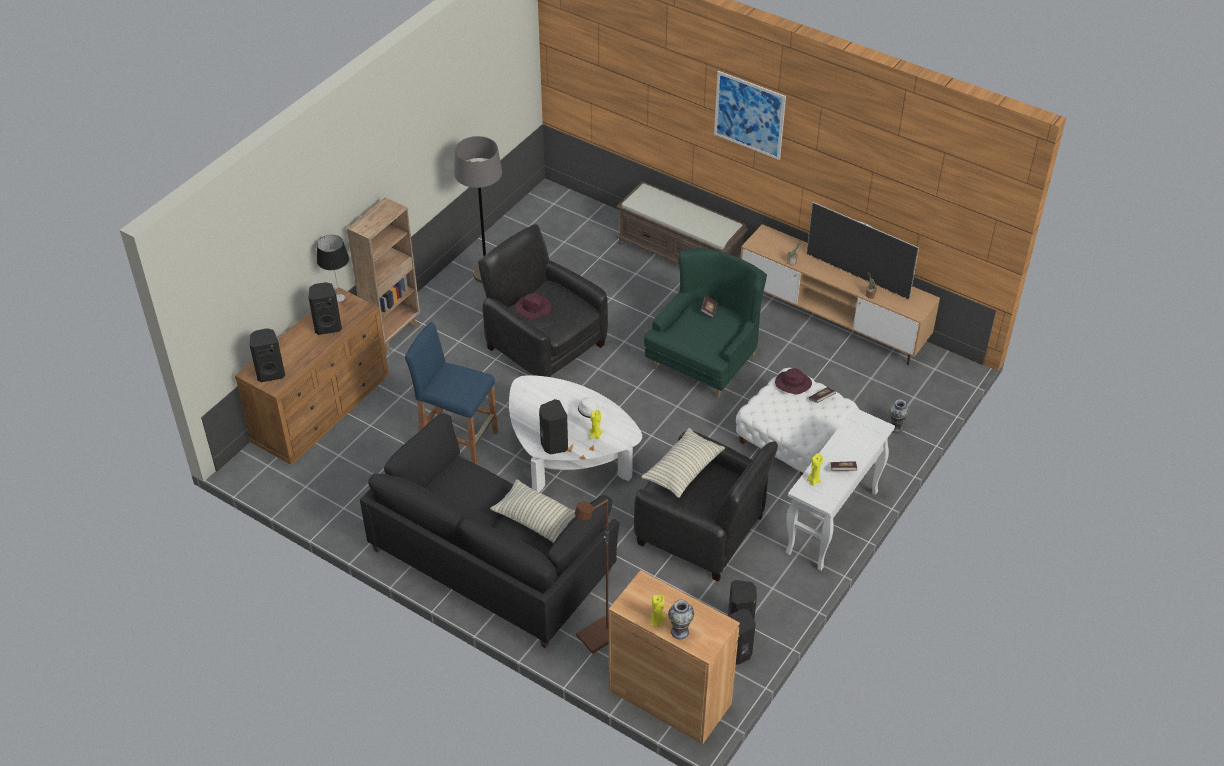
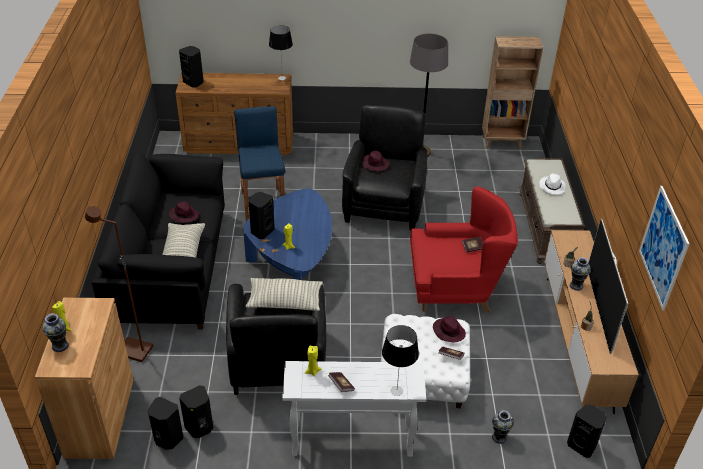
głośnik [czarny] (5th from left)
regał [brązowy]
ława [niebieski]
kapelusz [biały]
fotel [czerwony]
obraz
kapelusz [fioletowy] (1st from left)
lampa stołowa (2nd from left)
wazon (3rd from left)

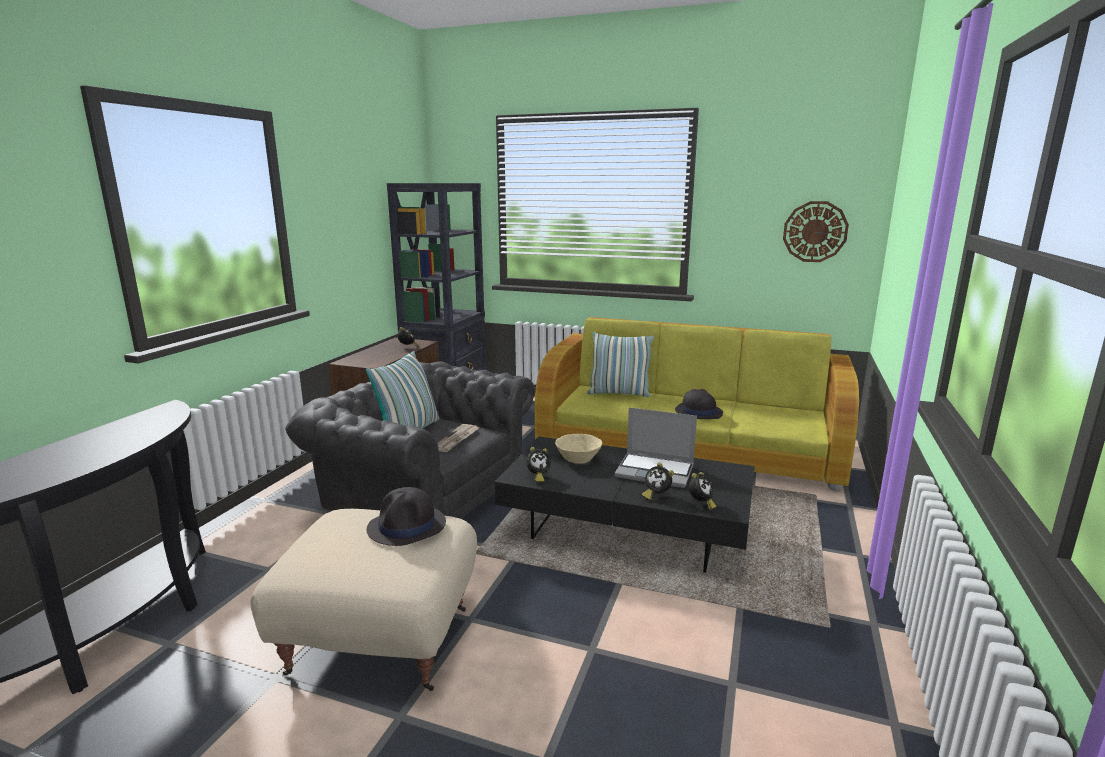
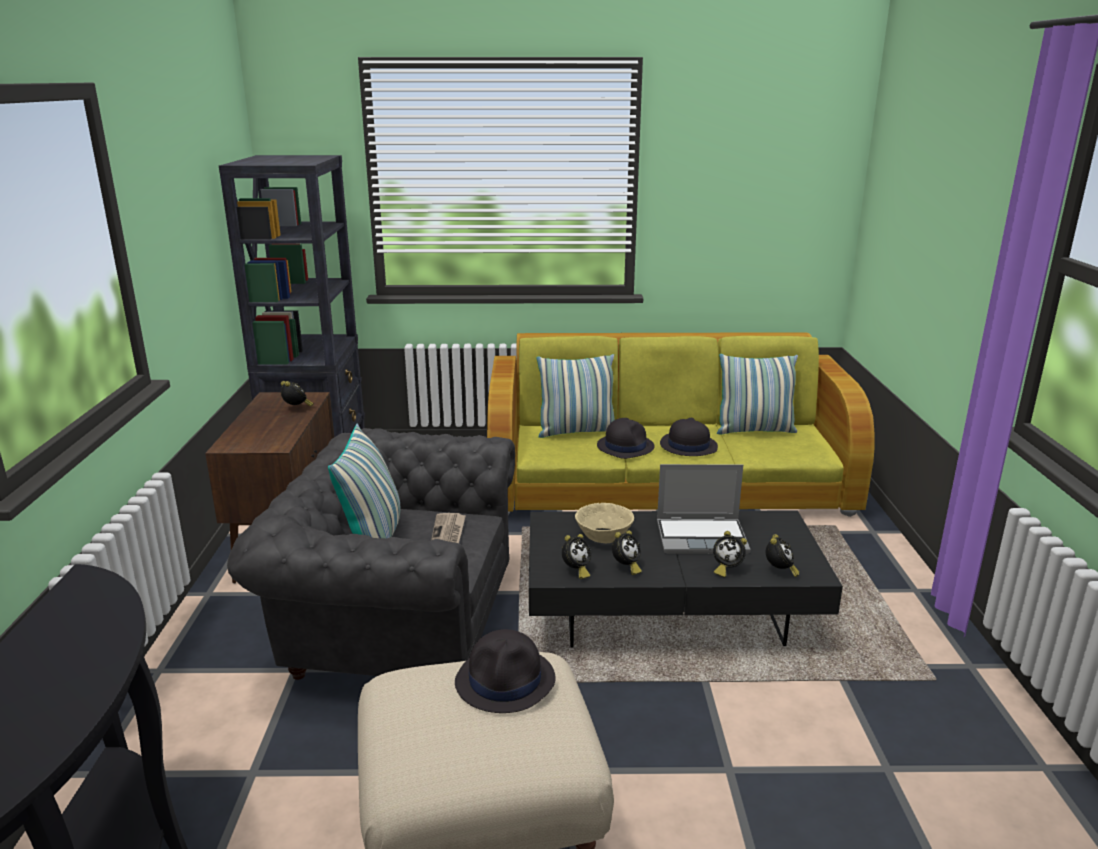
zegar ścienny
kapelusz [czarny] (2nd from left)
budzik (3rd from left)
poduszka (3rd from left)

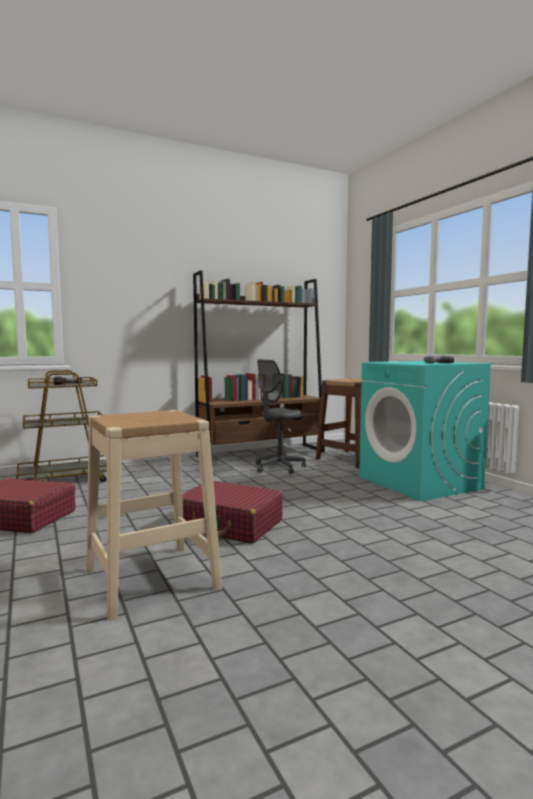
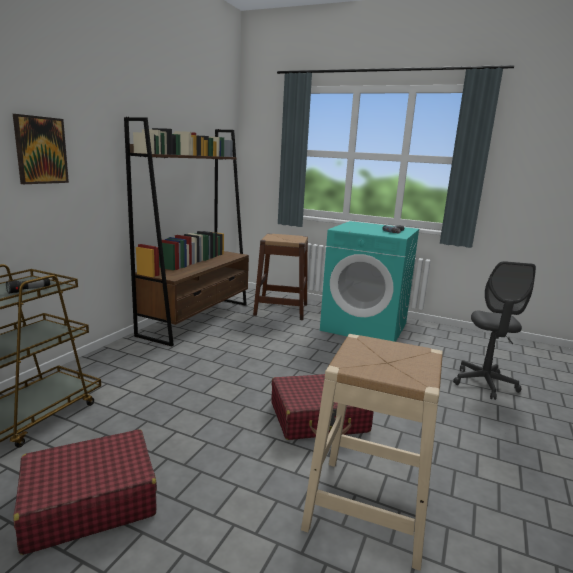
krzesło biurowe [szary]
obraz

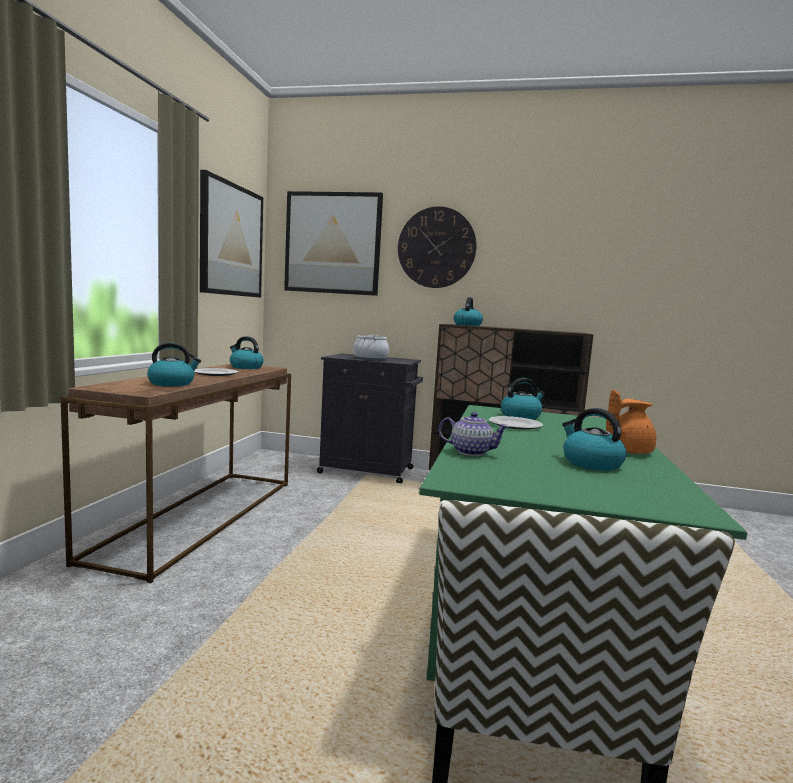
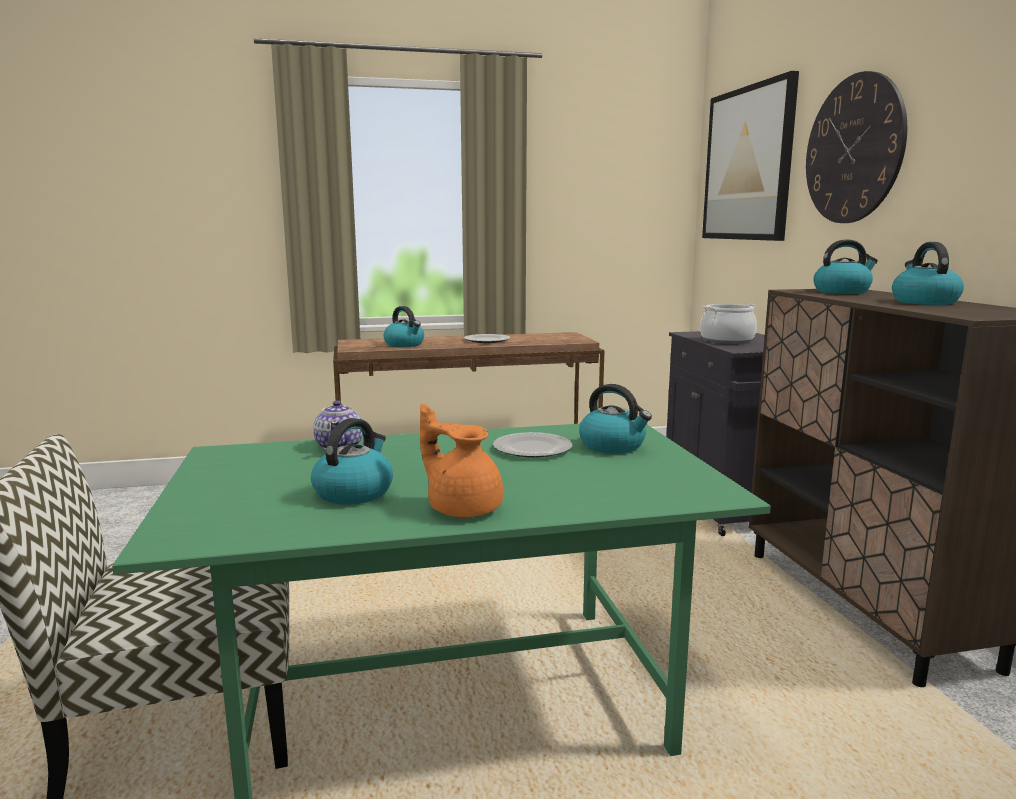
obraz (1st from left in the first image)
czajnik (5th from left)

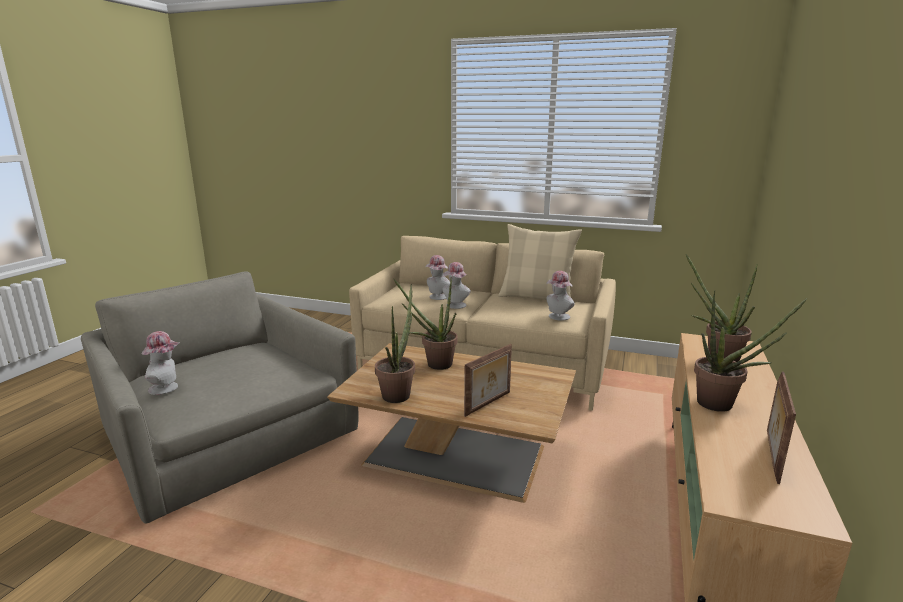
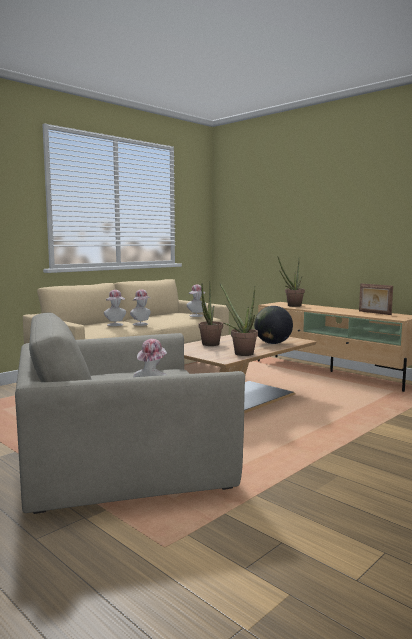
globus
poduszka [beżowy]
roślina doniczkowa (4th from left in the first image)

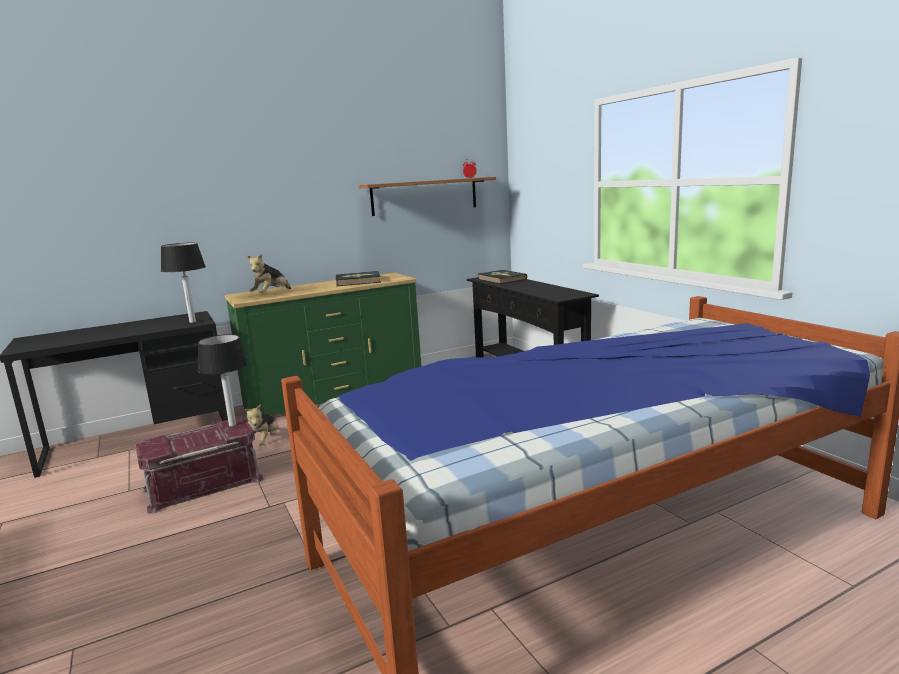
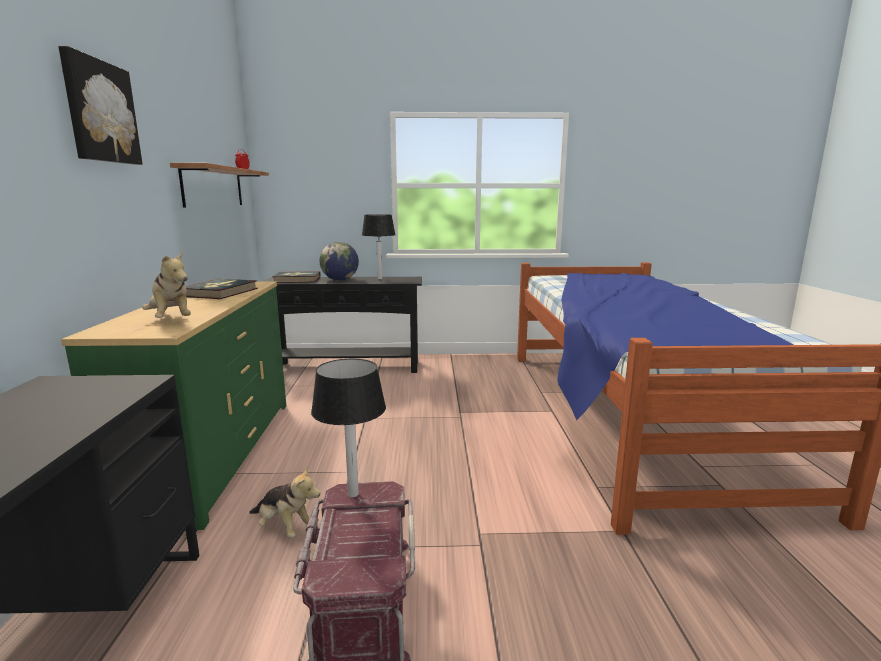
lampa stołowa (2nd from left)
obraz
globus

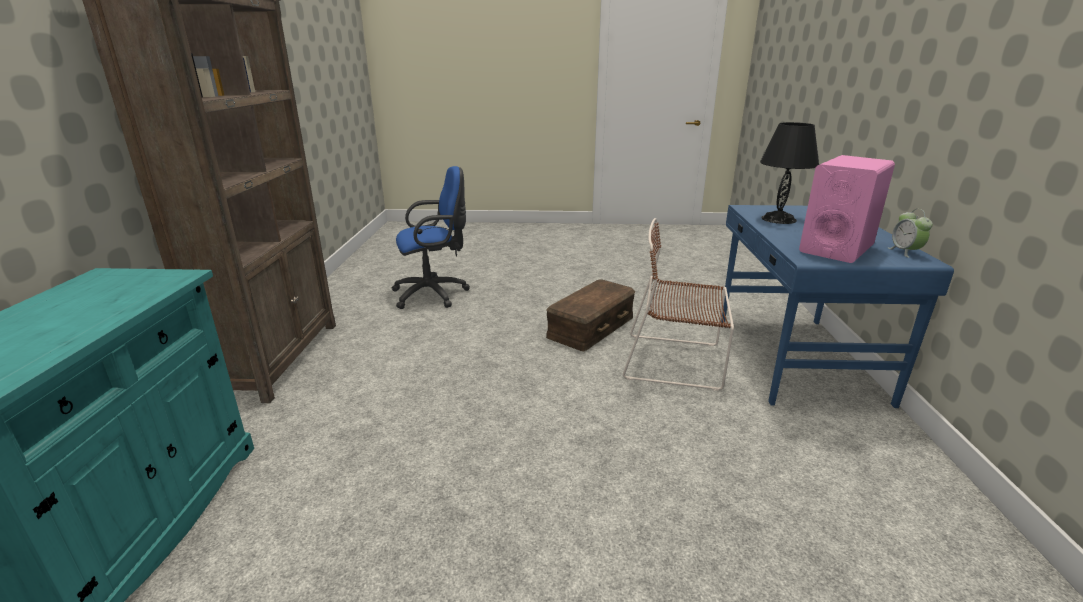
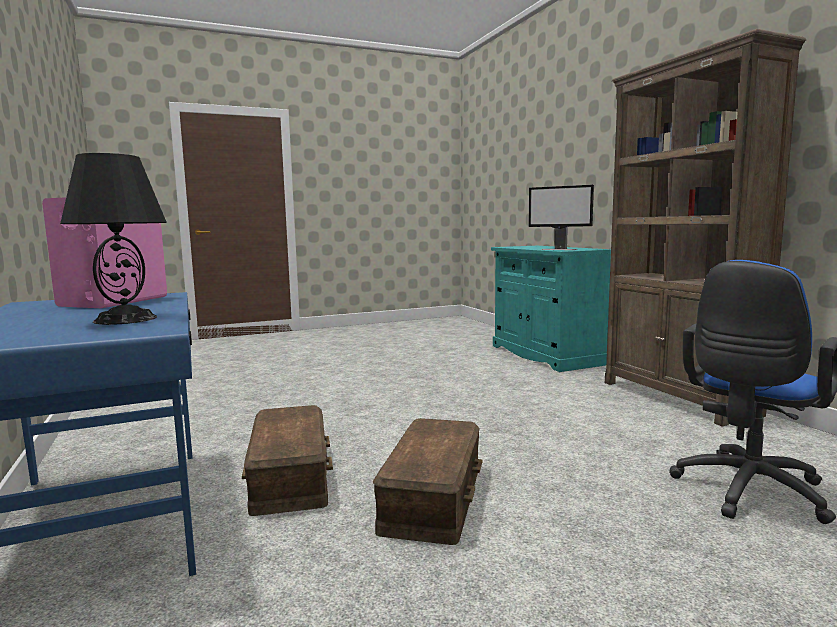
pojemnik do przechowywania [brązowy] (1st from left)
budzik
monitor

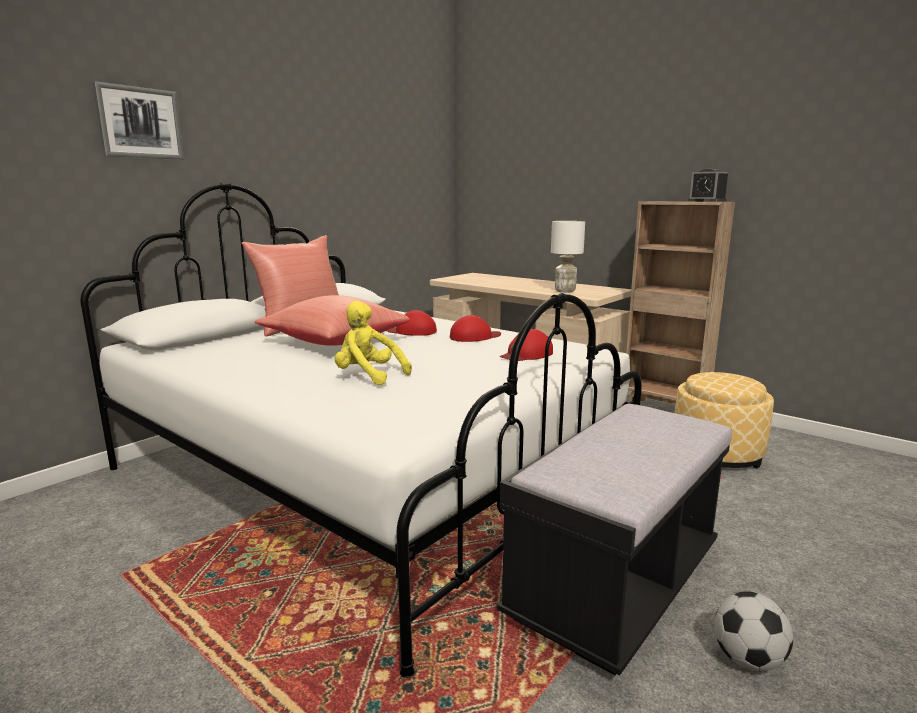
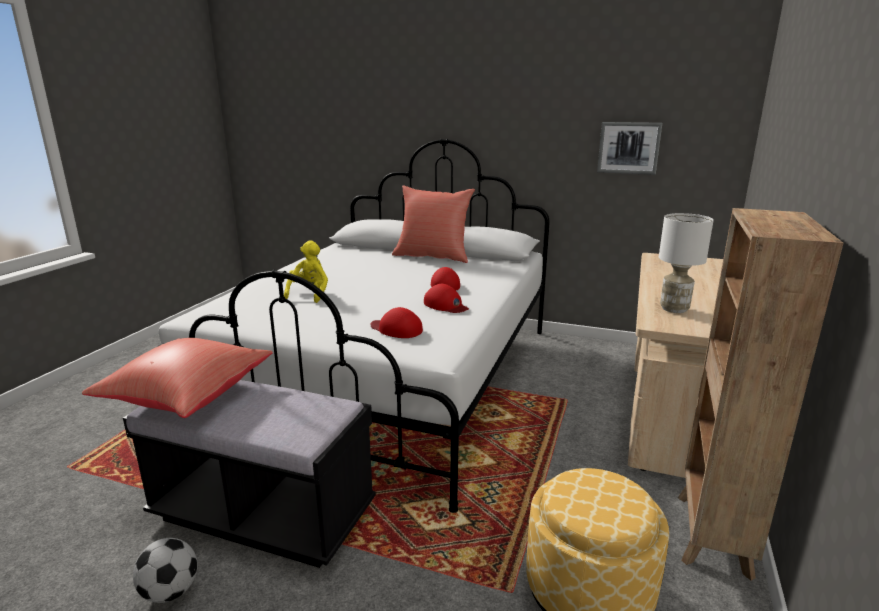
obraz
poduszka [czerwony] (1st from left)
budzik

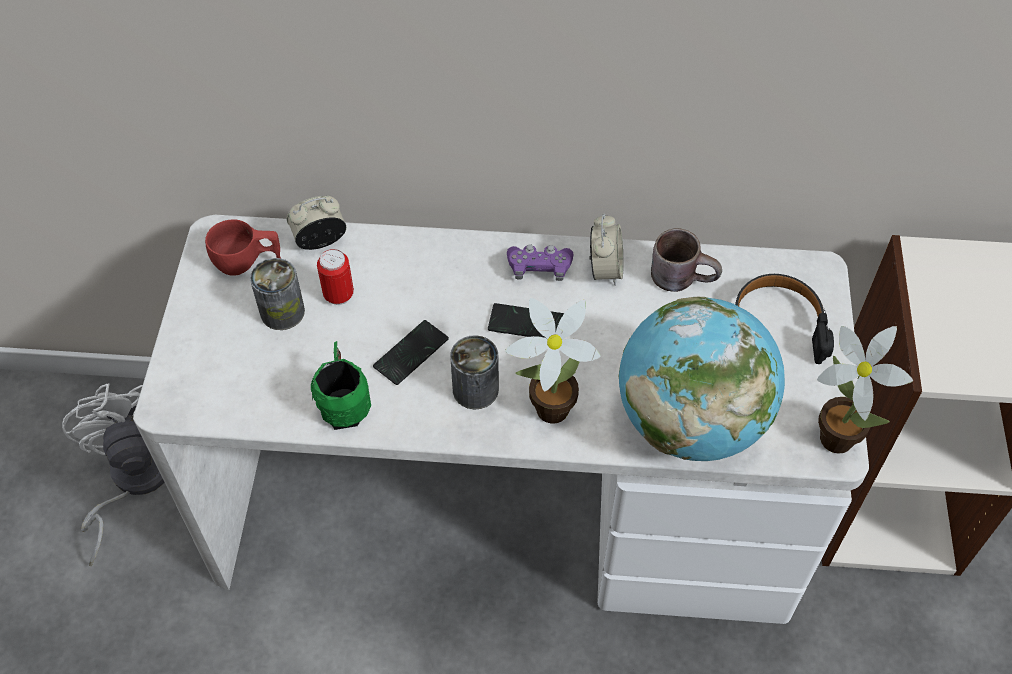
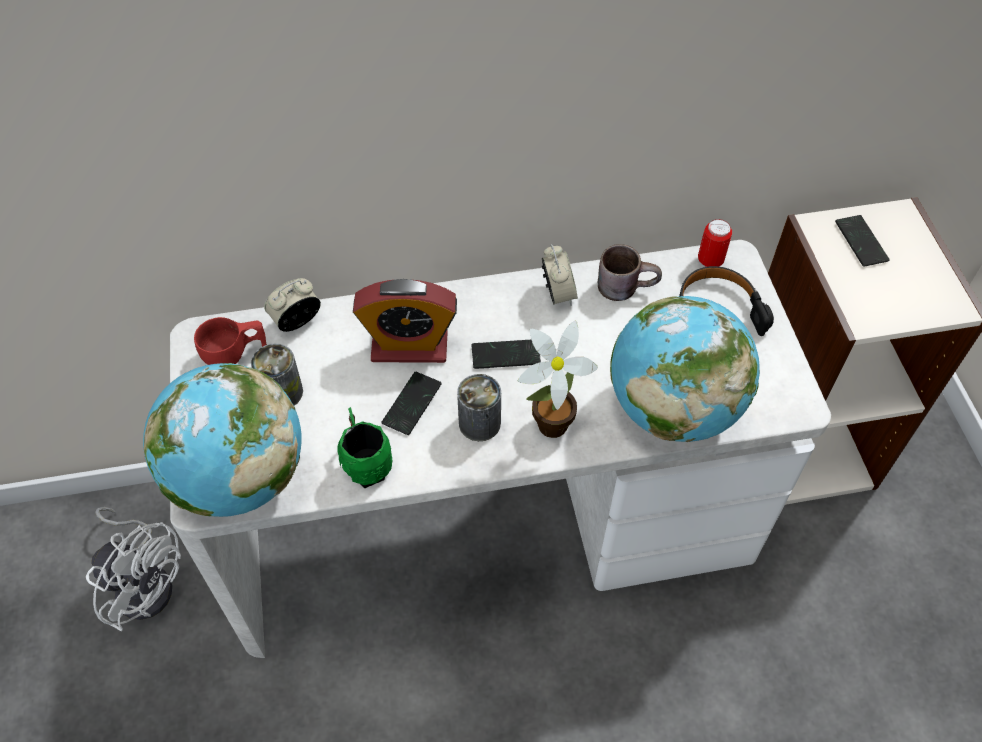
wentylator [biały]
puszka (3rd from left)
pad do gier [fioletowy]
roślina doniczkowa (2nd from left in the first image)
globus (1st from left)
budzik (2nd from left)
telefon (3rd from left)

